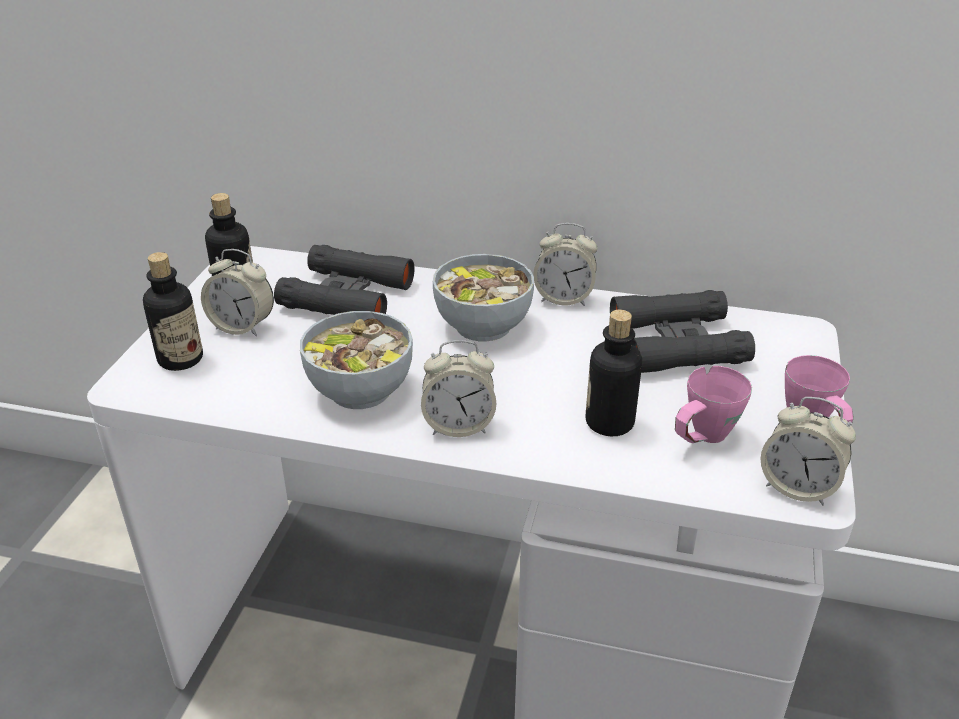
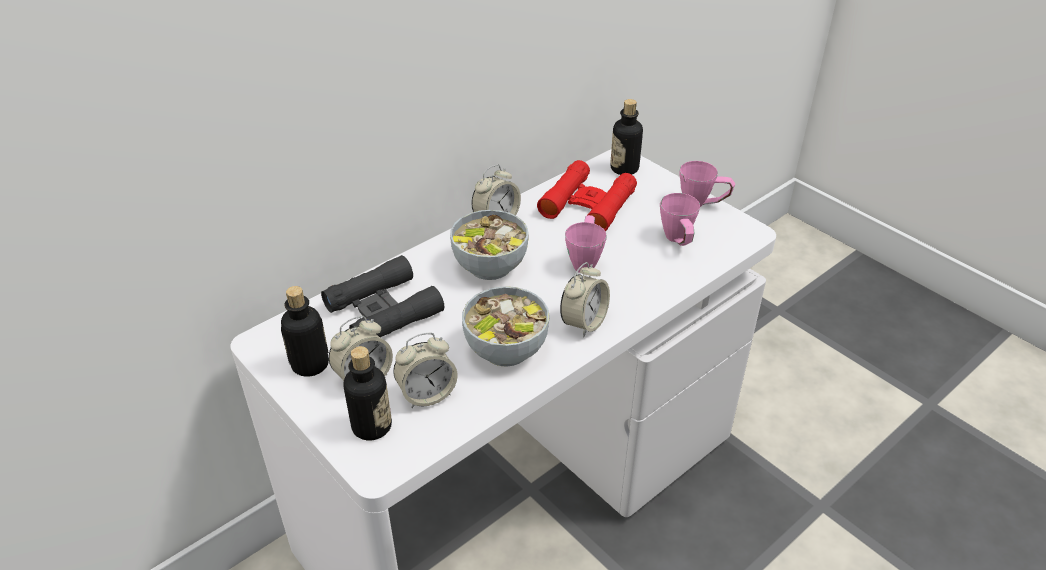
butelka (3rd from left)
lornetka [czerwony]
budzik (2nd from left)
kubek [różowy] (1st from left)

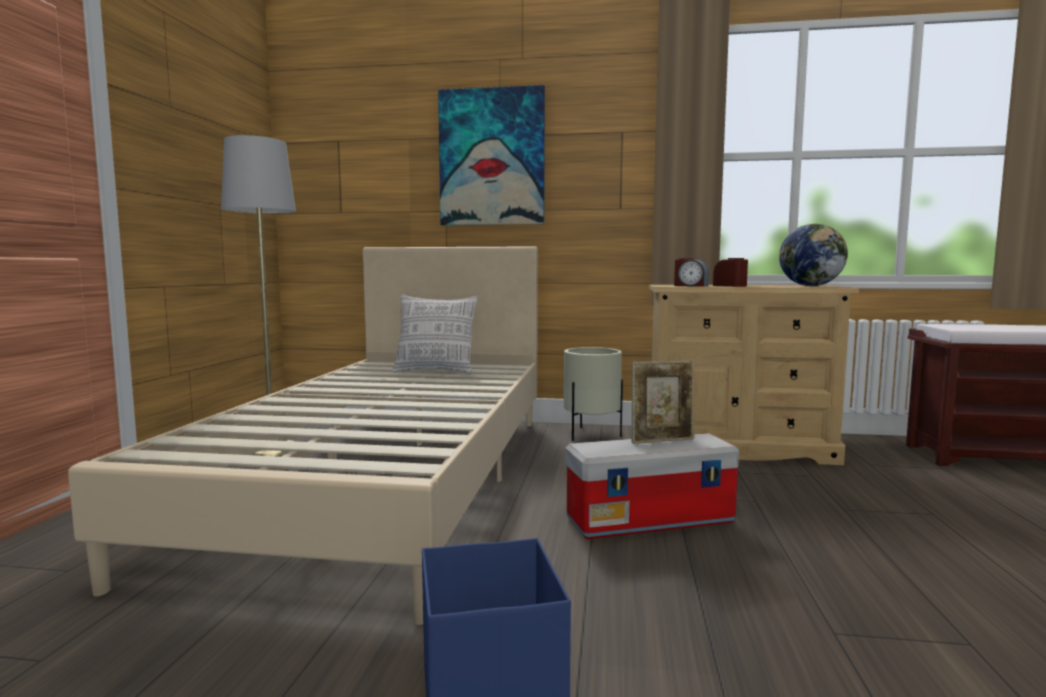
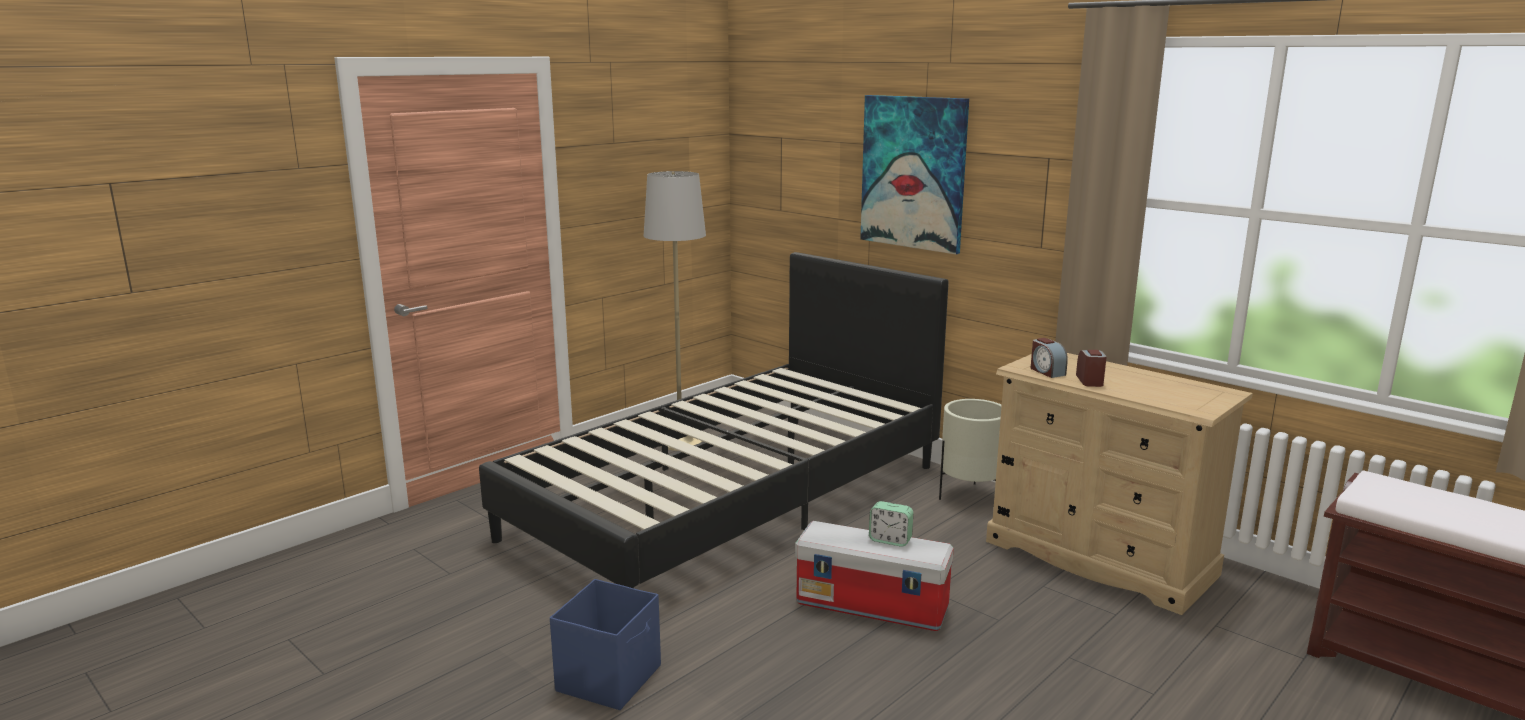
łóżko [czarny]
poduszka
budzik (1st from left)
globus

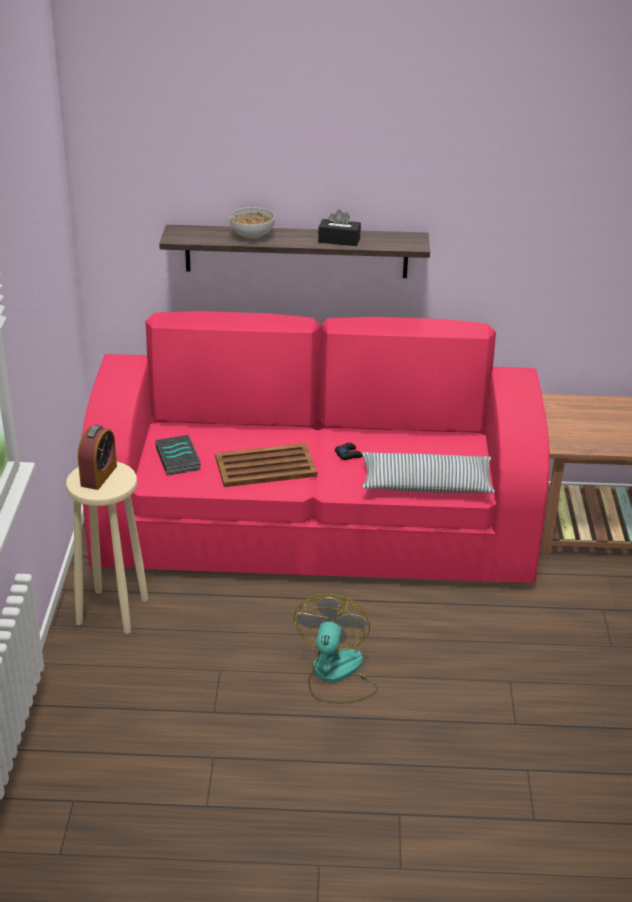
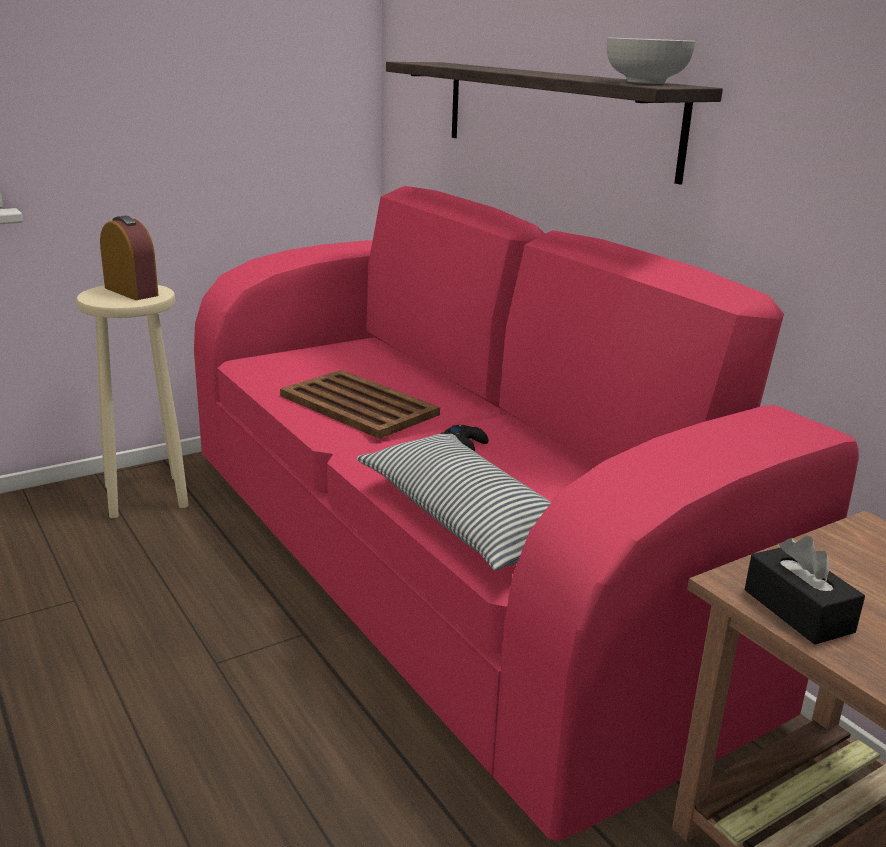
budzik
książka
miska
wentylator
pudełko chusteczek [czarny]

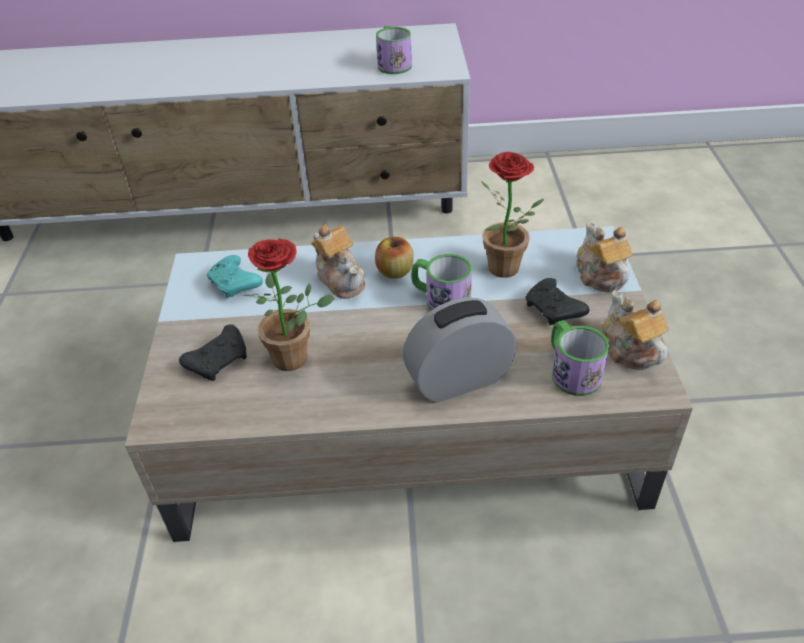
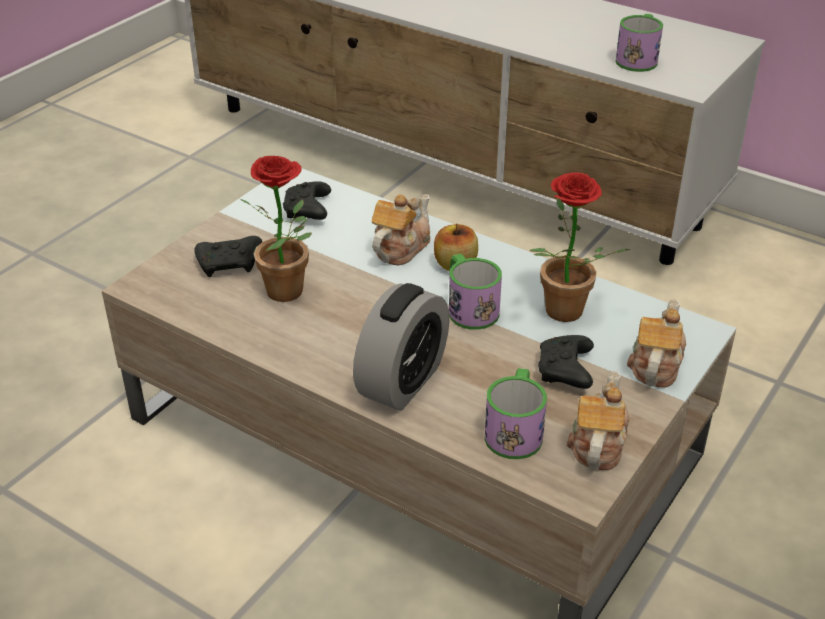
pad do gier [czarny] (2nd from left)
imbryk (1st from left)
budzik

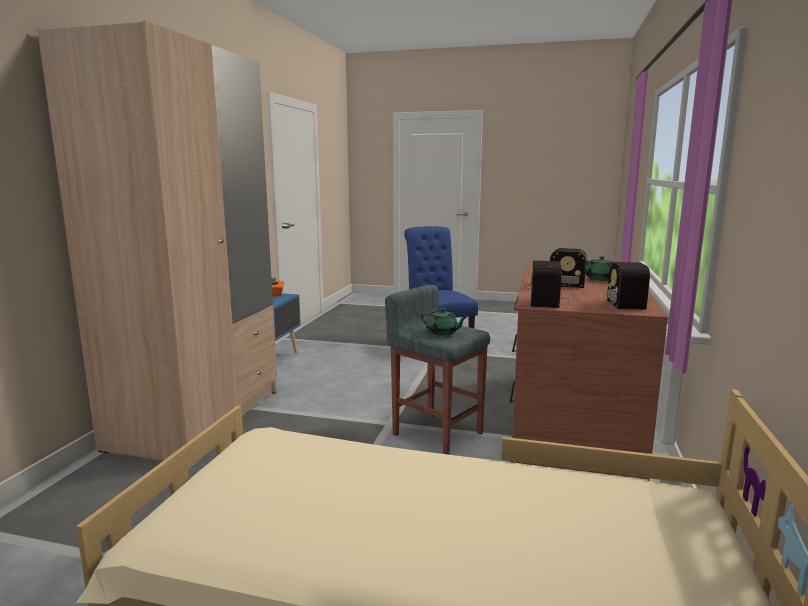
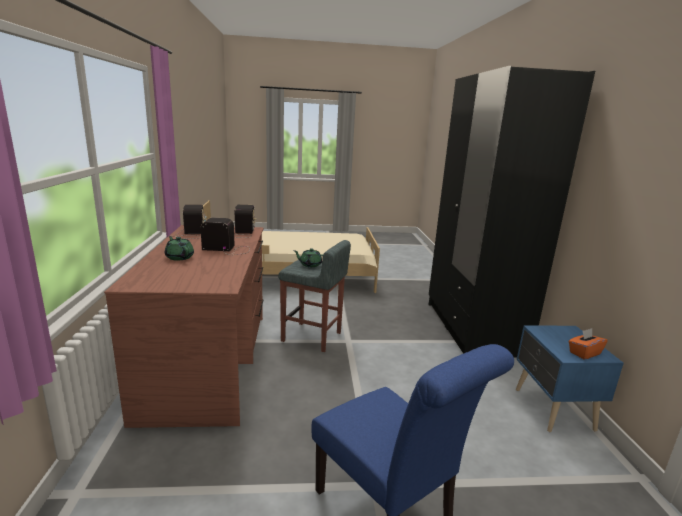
szafa [czarny]

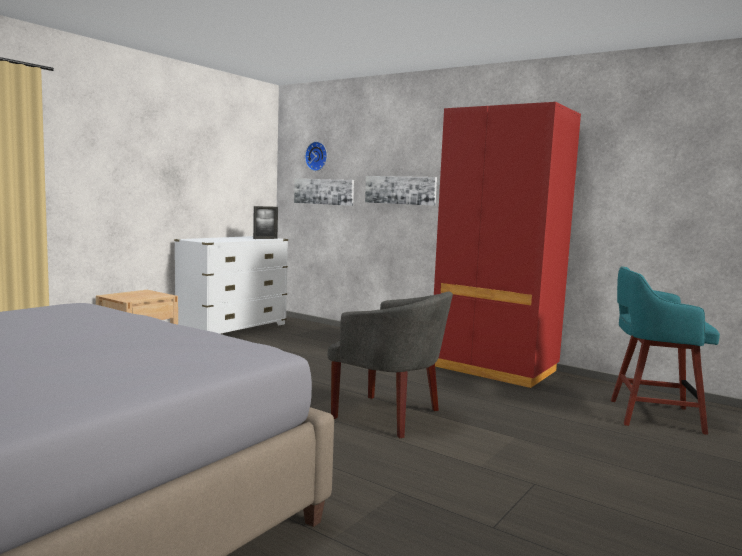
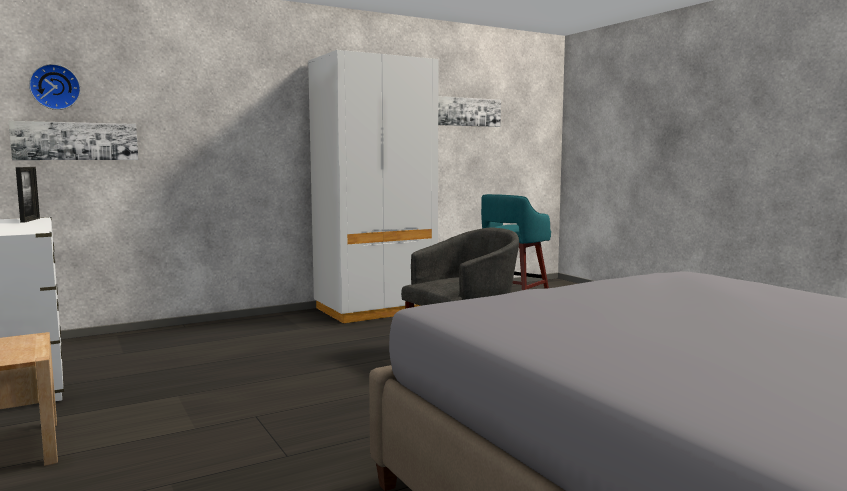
obraz (2nd from left)
szafa [biały]

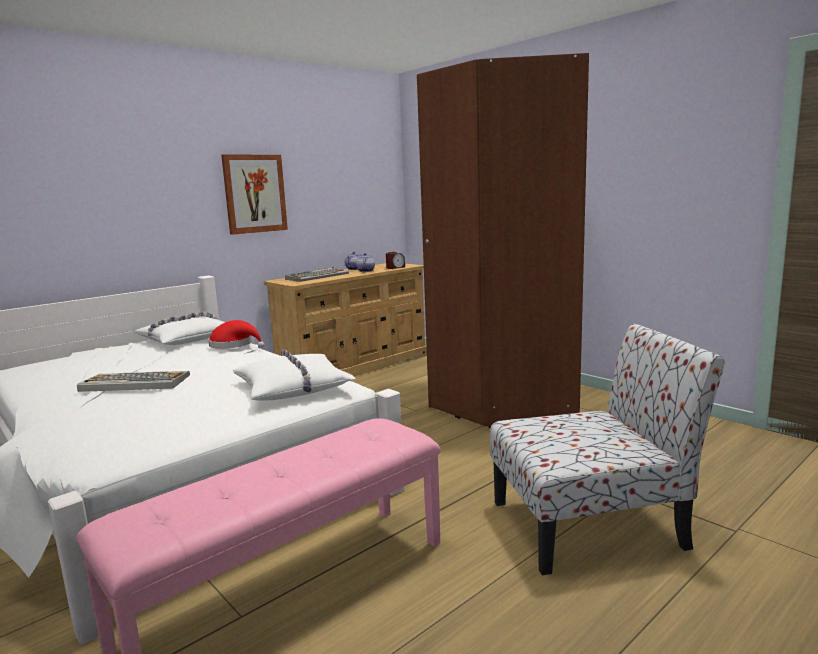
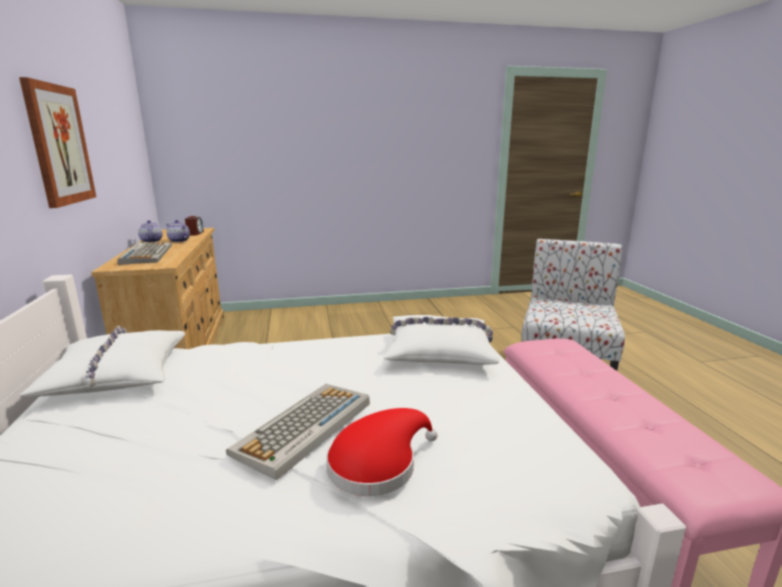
kapelusz [czerwony]
szafa [brązowy]

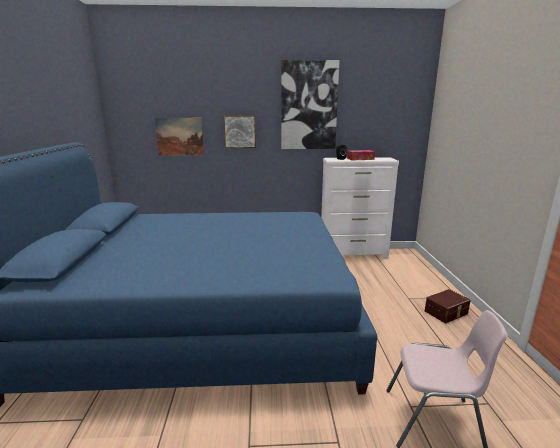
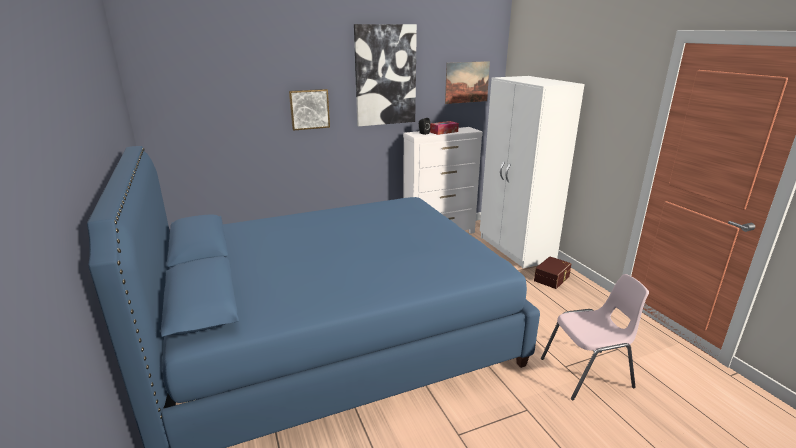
obraz (3rd from left)
szafa [biały]

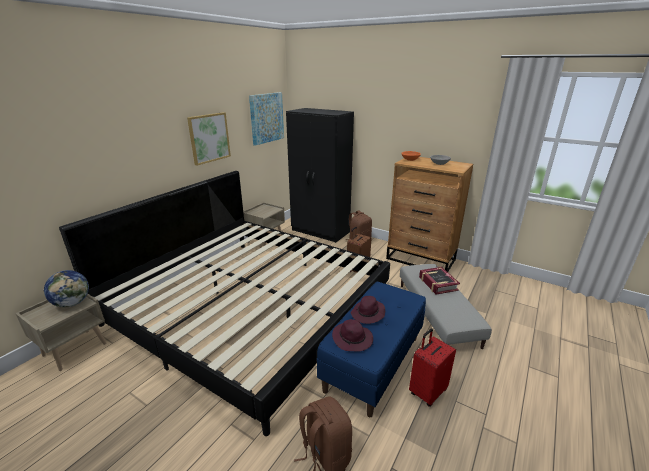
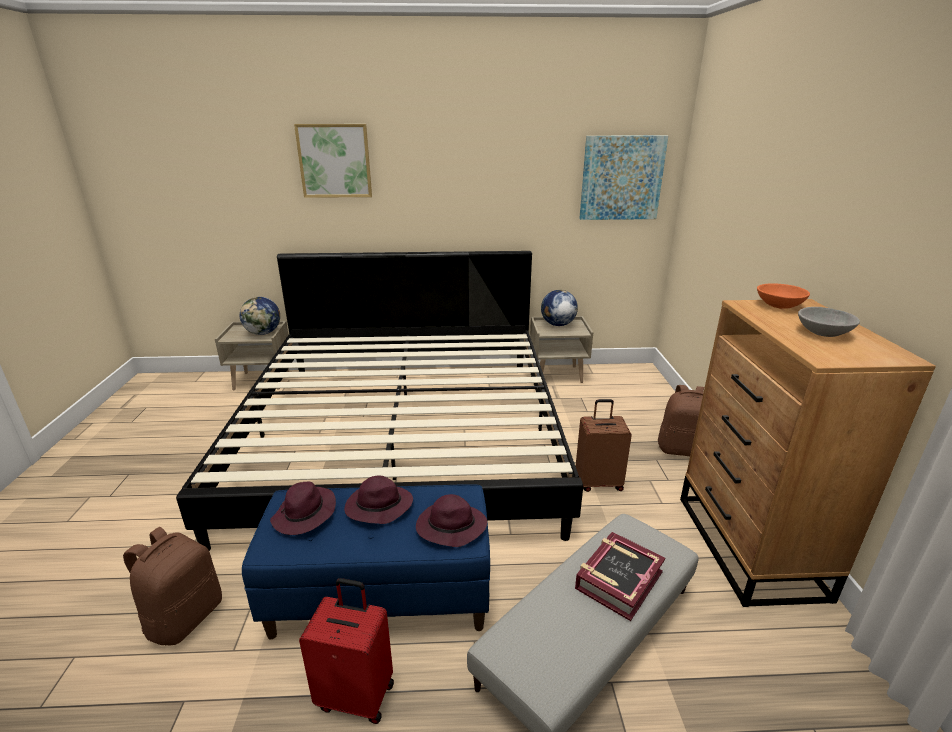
obraz (1st from left)
szafa [czarny]
kapelusz [fioletowy] (3rd from left)
globus (2nd from left)

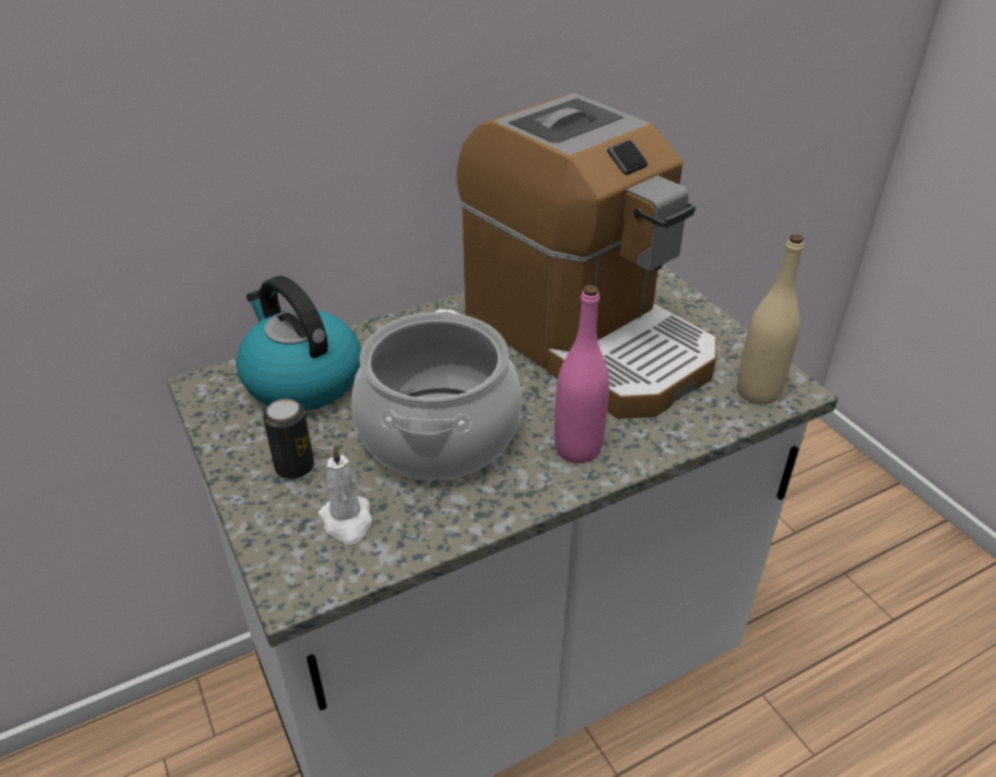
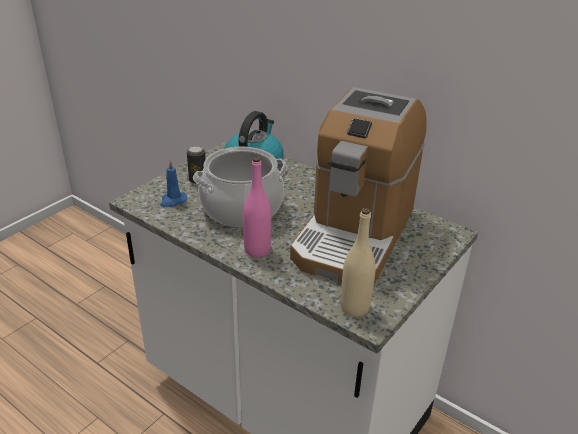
świeca [niebieski]

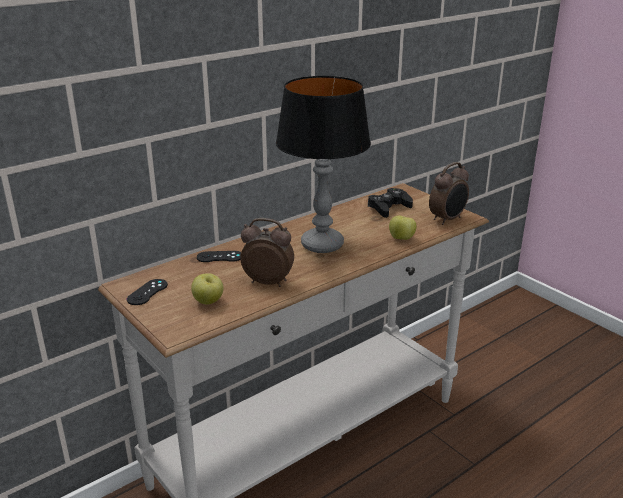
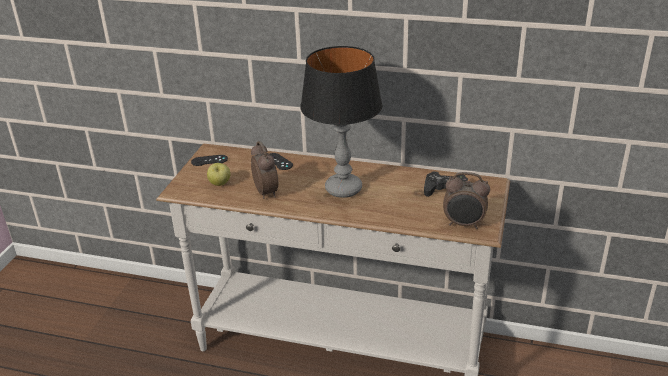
jabłko (2nd from left in the first image)

